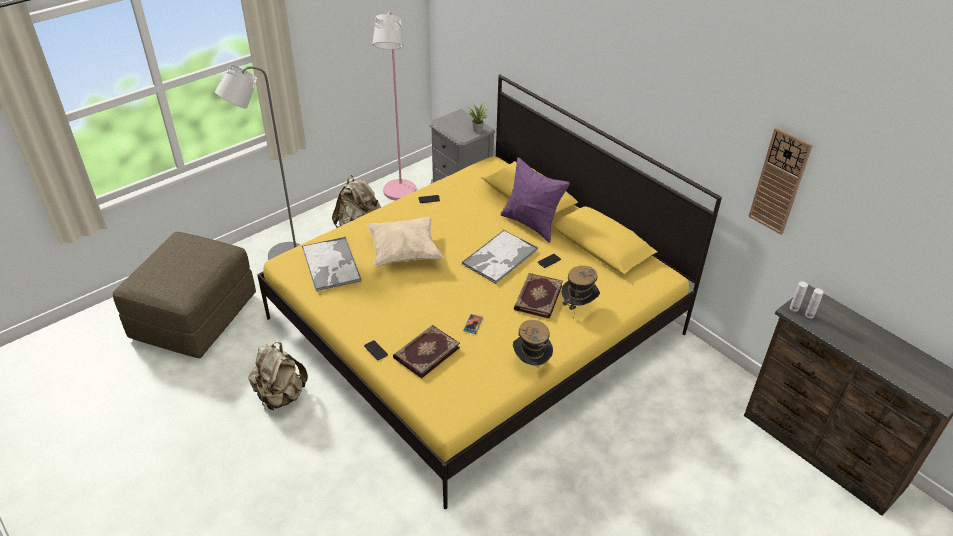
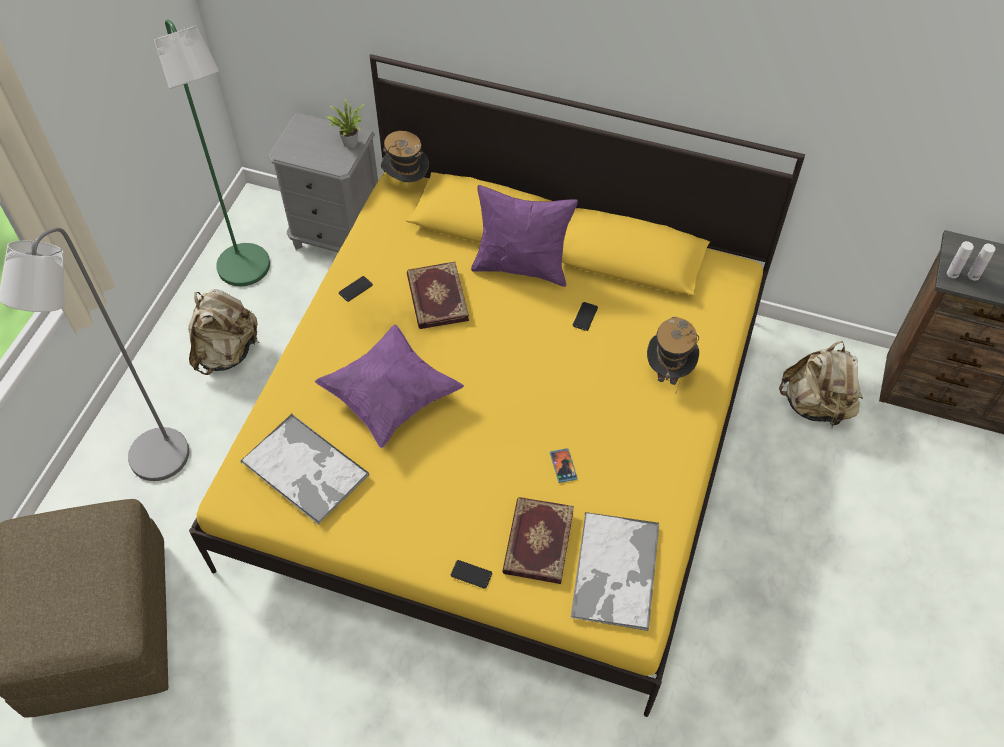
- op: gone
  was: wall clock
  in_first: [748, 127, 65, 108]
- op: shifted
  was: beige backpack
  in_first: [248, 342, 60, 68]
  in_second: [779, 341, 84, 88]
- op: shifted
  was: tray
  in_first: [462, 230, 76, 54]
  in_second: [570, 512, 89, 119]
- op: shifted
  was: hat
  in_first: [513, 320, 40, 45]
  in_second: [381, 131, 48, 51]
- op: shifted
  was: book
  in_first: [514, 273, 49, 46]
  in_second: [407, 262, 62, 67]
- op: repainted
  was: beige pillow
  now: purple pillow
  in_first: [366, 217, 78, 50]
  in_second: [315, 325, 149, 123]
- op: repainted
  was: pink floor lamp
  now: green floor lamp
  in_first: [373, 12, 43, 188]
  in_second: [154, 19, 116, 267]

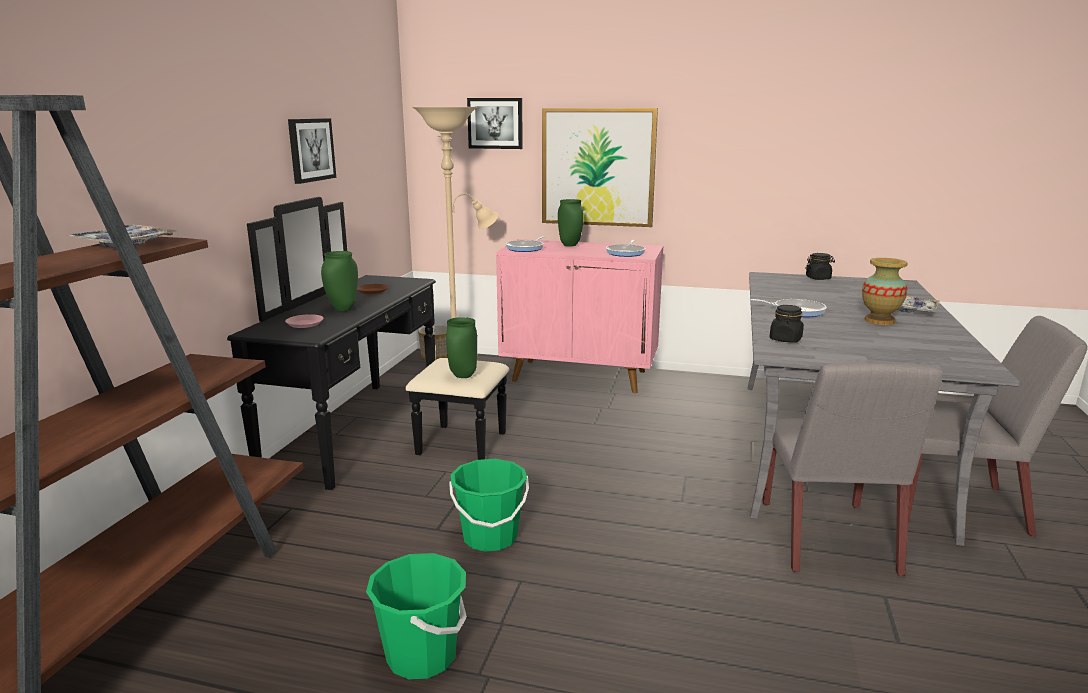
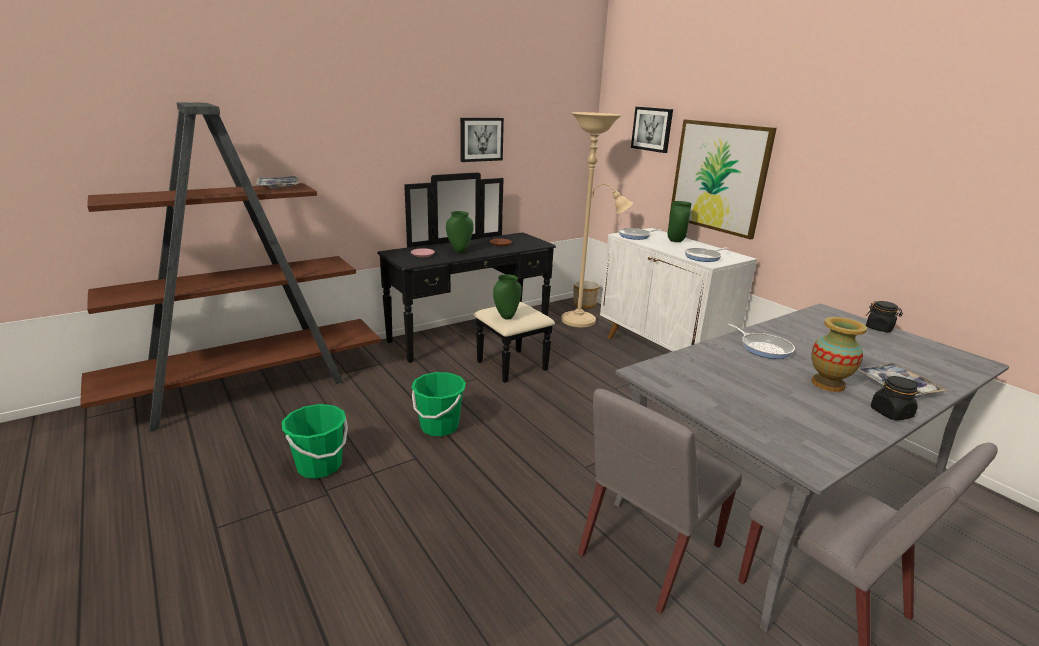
- op: shifted
  was: black jar
  in_first: [770, 305, 34, 38]
  in_second: [871, 376, 47, 45]
- op: repainted
  was: pink cabinet
  now: white cabinet
  in_first: [496, 239, 167, 154]
  in_second: [600, 228, 157, 124]

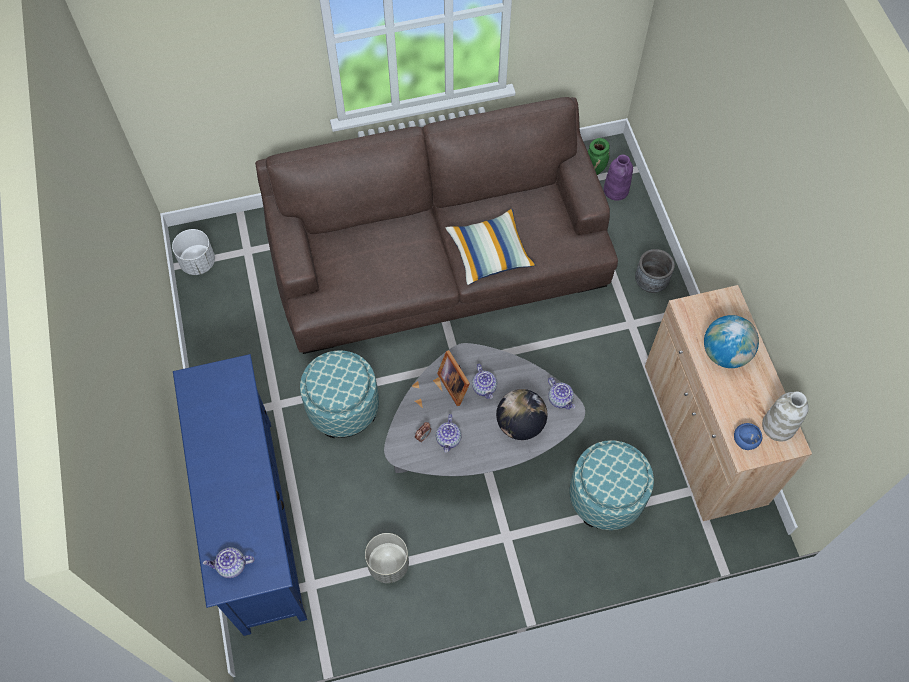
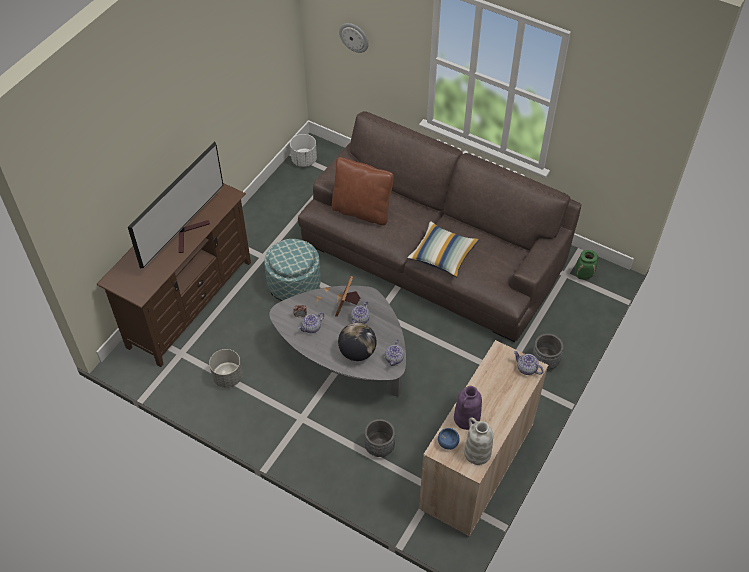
- op: gone
  was: globe
  in_first: [704, 315, 55, 53]
- op: new
  now: television
  in_second: [128, 141, 96, 127]
- op: new
  now: brown pillow
  in_second: [332, 157, 62, 68]
- op: new
  now: wall clock
  in_second: [339, 23, 30, 30]
- op: shifted
  was: teapot
  in_first: [203, 547, 52, 31]
  in_second: [514, 351, 30, 24]
- op: shifted
  was: purple vase
  in_first: [604, 155, 29, 46]
  in_second: [454, 386, 28, 44]
- op: swapped
  was: ottoman
  now: grey planter
  in_first: [570, 440, 84, 90]
  in_second: [364, 419, 31, 38]
- op: repainted
  was: blue tv stand
  now: brown tv stand
  in_first: [173, 354, 134, 282]
  in_second: [96, 183, 155, 184]

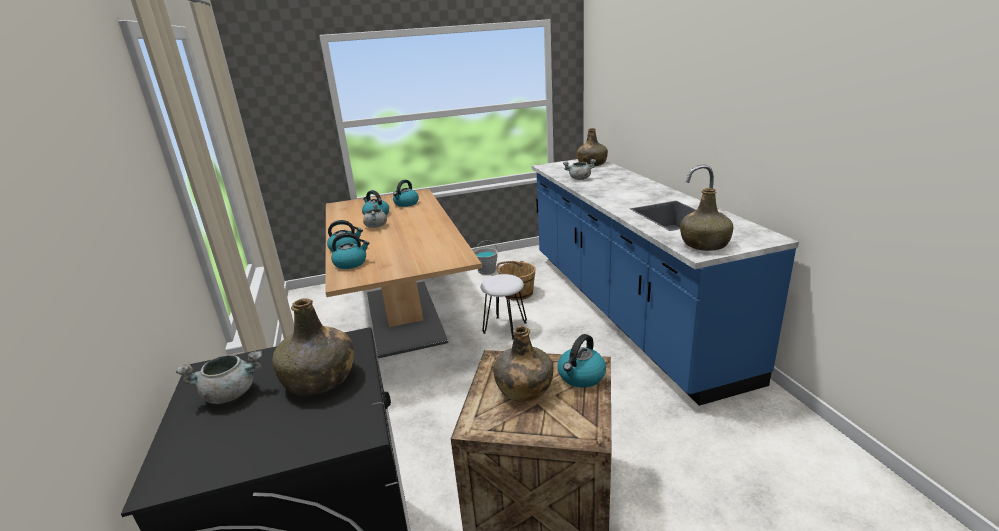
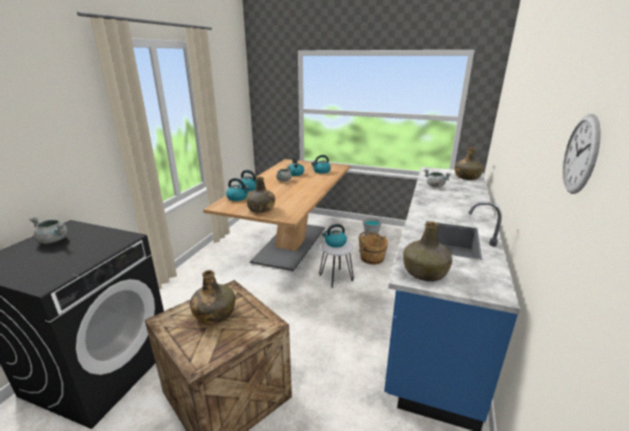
- op: new
  now: wall clock
  in_second: [563, 114, 38, 80]
- op: shifted
  was: green bottle
  in_first: [272, 298, 82, 98]
  in_second: [246, 177, 29, 36]
- op: shifted
  was: kettle
  in_first: [557, 334, 49, 54]
  in_second: [322, 224, 25, 24]

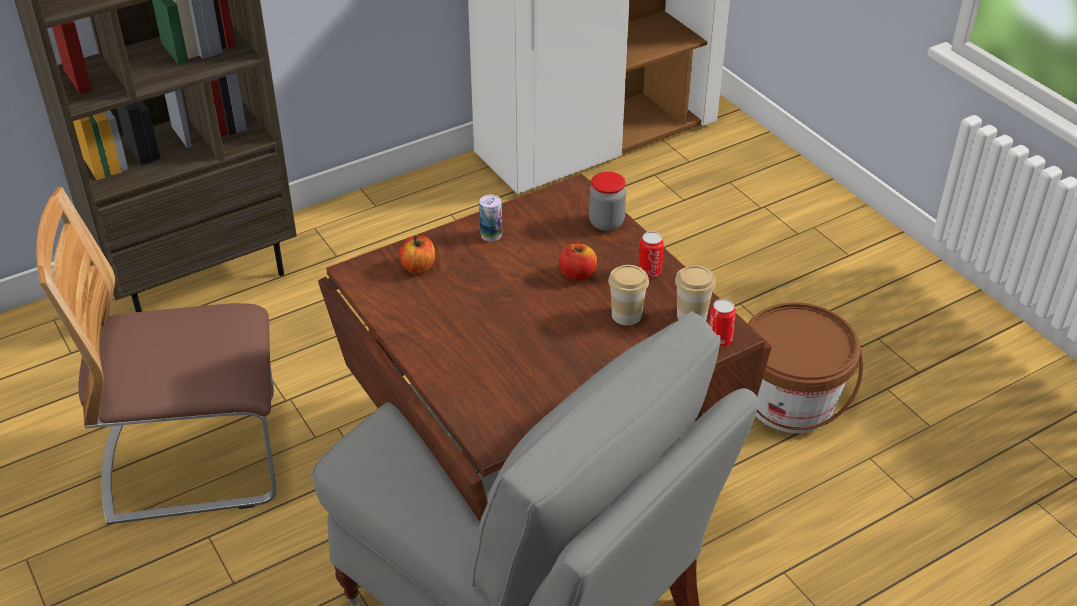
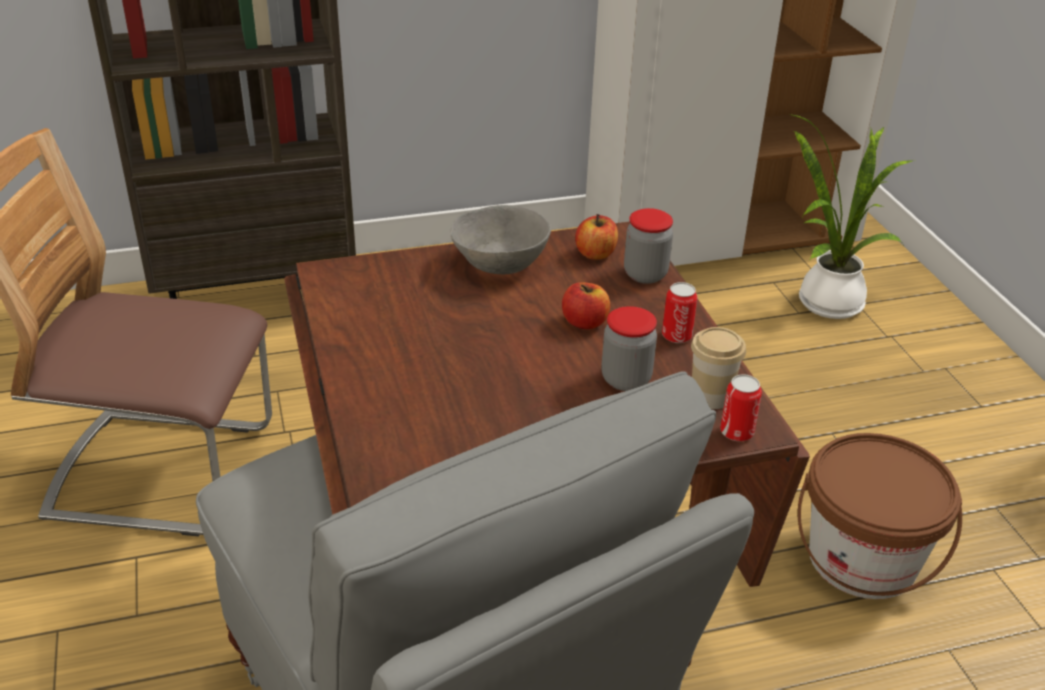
- op: new
  now: potted plant
  in_second: [790, 114, 124, 205]
- op: shifted
  was: apple
  in_first: [399, 235, 36, 38]
  in_second: [575, 214, 43, 46]
- op: swapped
  was: can
  now: grey bowl
  in_first: [479, 195, 23, 46]
  in_second: [451, 205, 100, 69]
- op: swapped
  was: cup
  now: jar
  in_first: [608, 265, 41, 61]
  in_second: [601, 306, 56, 85]

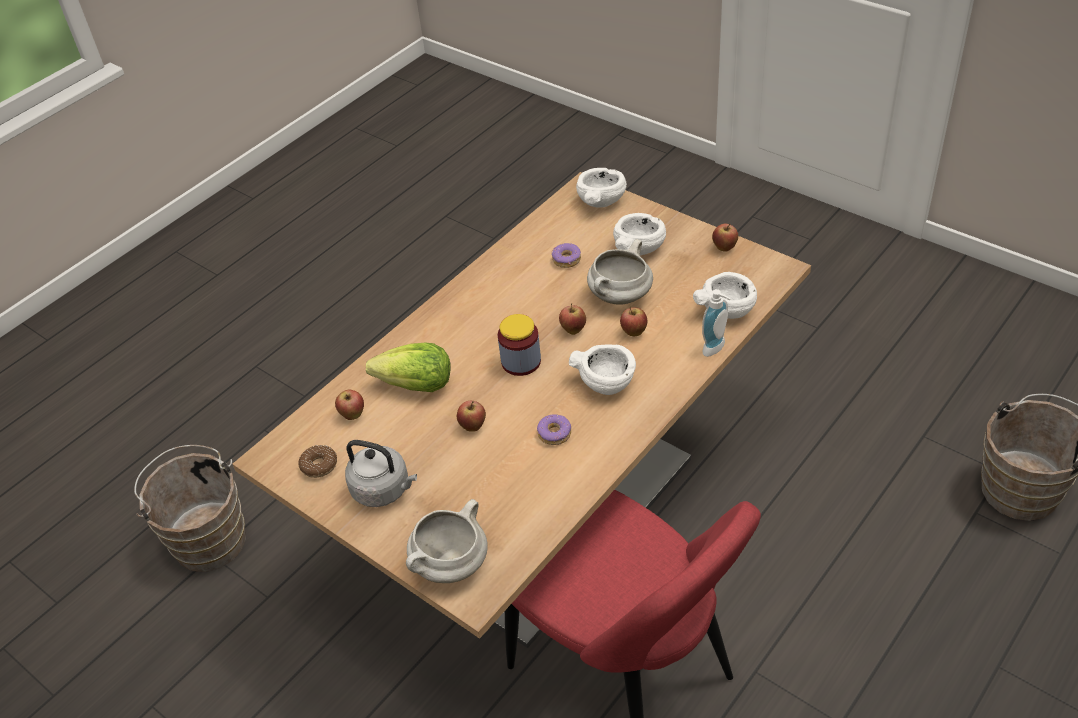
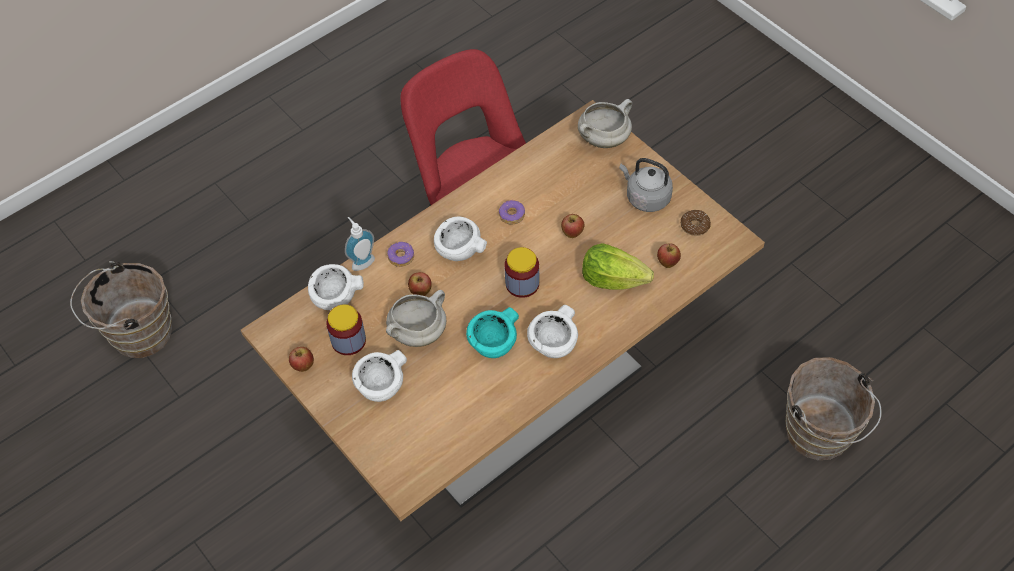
- op: gone
  was: apple
  in_first: [559, 303, 27, 32]
- op: new
  now: jar
  in_second: [326, 304, 40, 51]
- op: new
  now: turquoise bowl
  in_second: [466, 307, 53, 51]
- op: shifted
  was: donut
  in_first: [552, 243, 29, 25]
  in_second: [387, 242, 27, 25]
- op: shifted
  was: white bowl
  in_first: [576, 168, 51, 40]
  in_second: [527, 305, 51, 53]

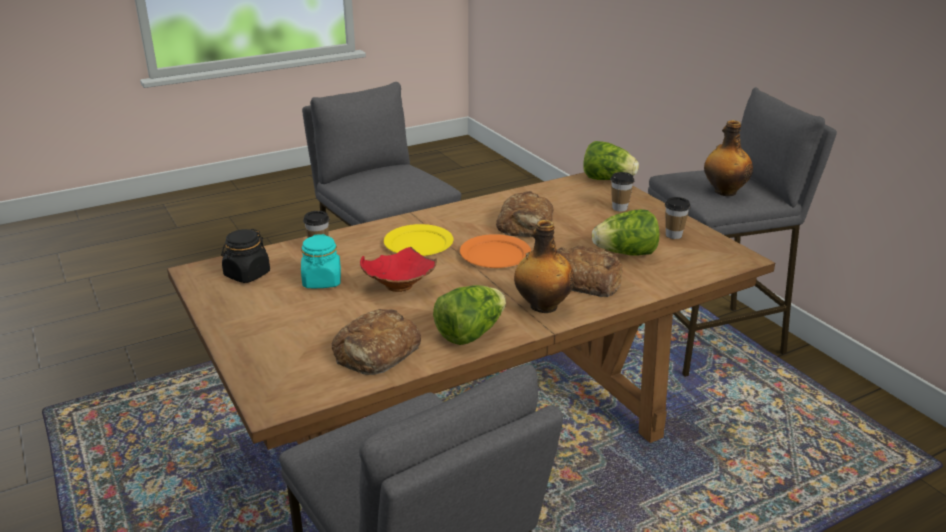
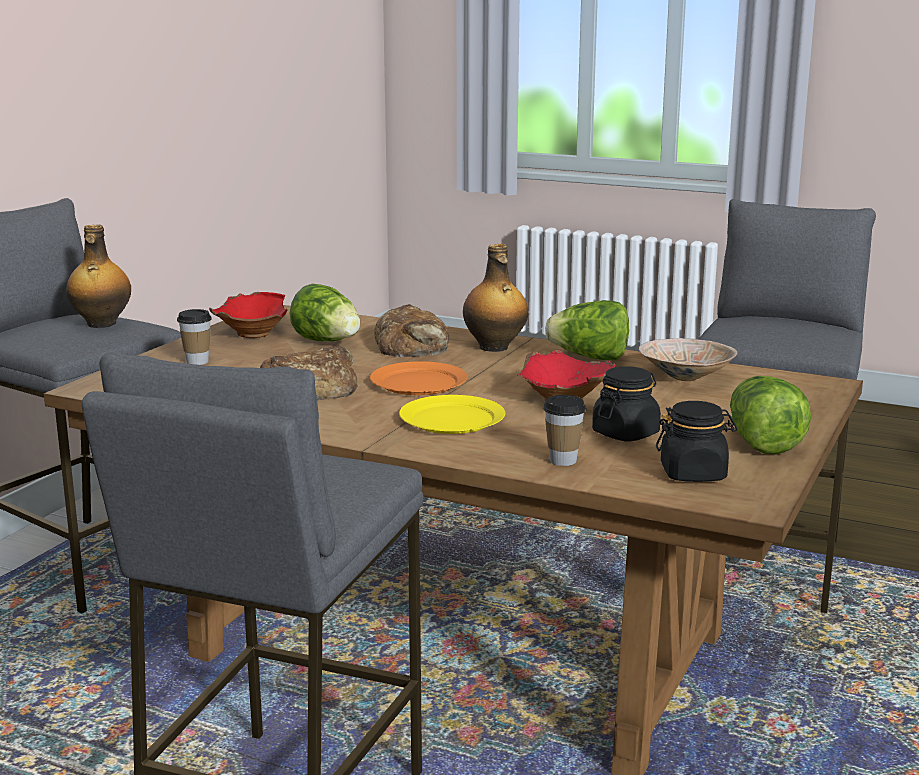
- op: shifted
  was: lettuce
  in_first: [583, 141, 56, 39]
  in_second: [730, 376, 81, 78]
- op: swapped
  was: bread
  now: beige bowl
  in_first: [332, 309, 89, 66]
  in_second: [639, 338, 98, 43]
- op: swapped
  was: cup
  now: red bowl
  in_first: [665, 197, 26, 42]
  in_second: [209, 292, 79, 46]
- op: repainted
  was: turquoise jar
  now: black jar
  in_first: [301, 234, 40, 54]
  in_second: [592, 366, 69, 76]

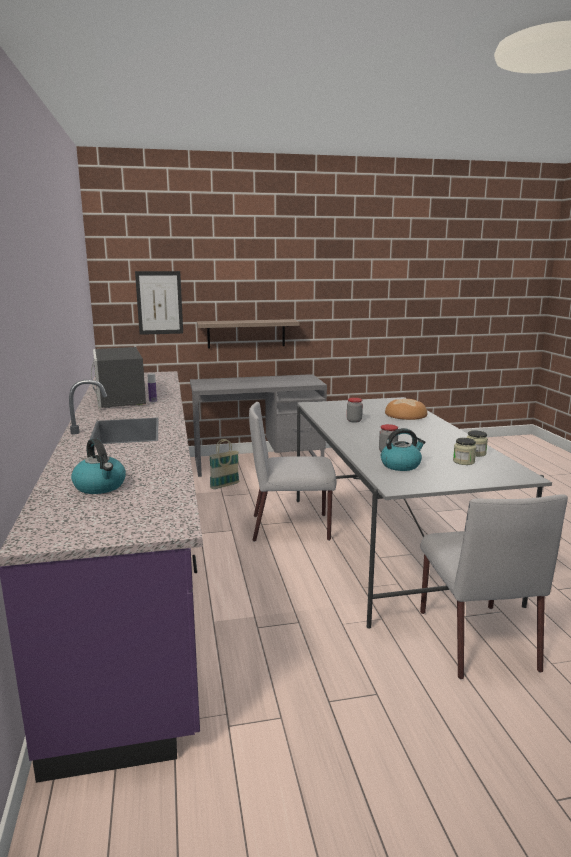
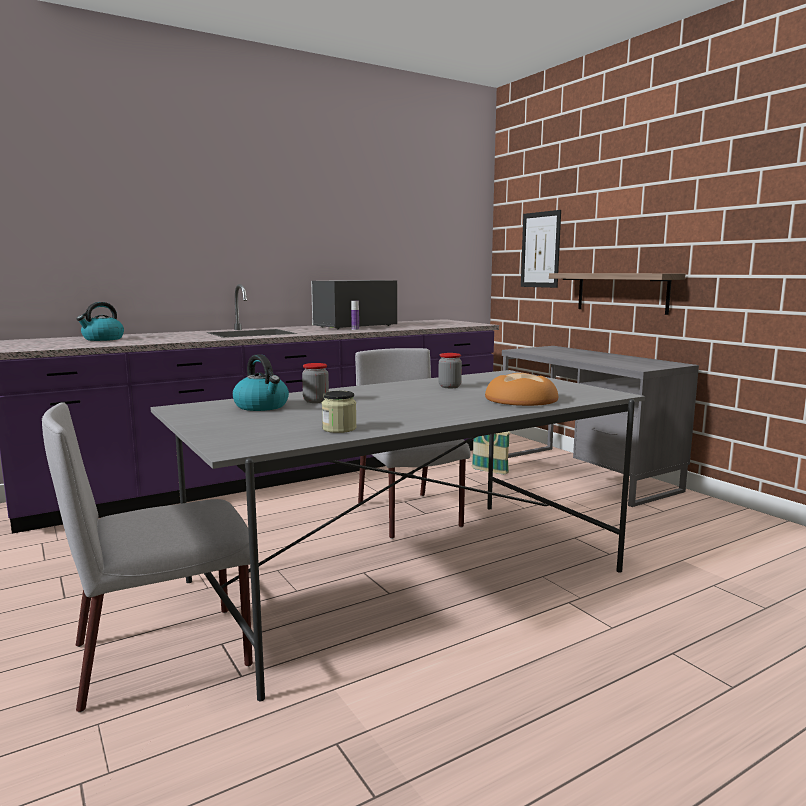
- op: gone
  was: jar
  in_first: [453, 438, 24, 27]

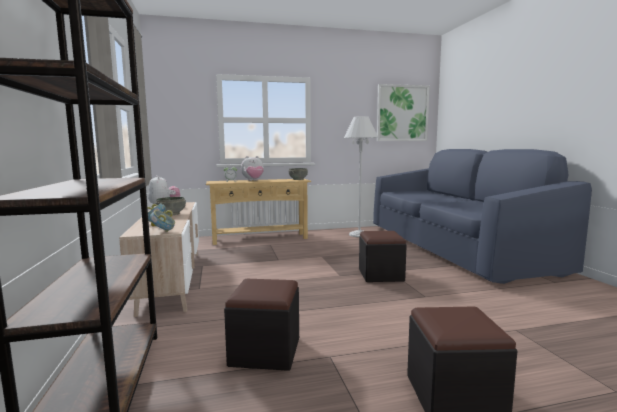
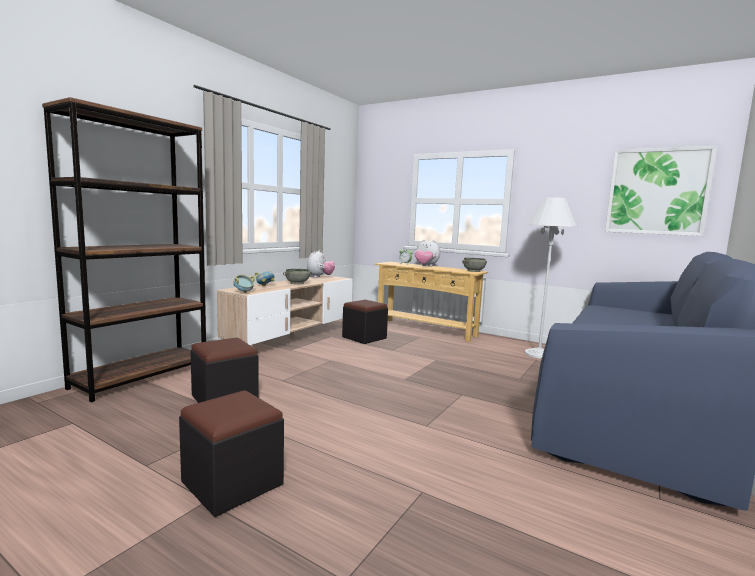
- op: shifted
  was: black ottoman
  in_first: [359, 231, 48, 51]
  in_second: [342, 300, 46, 44]

